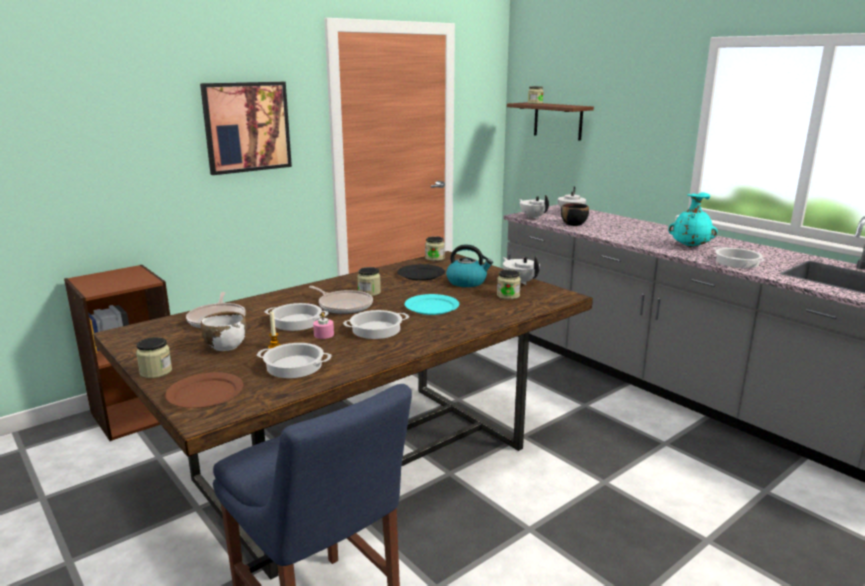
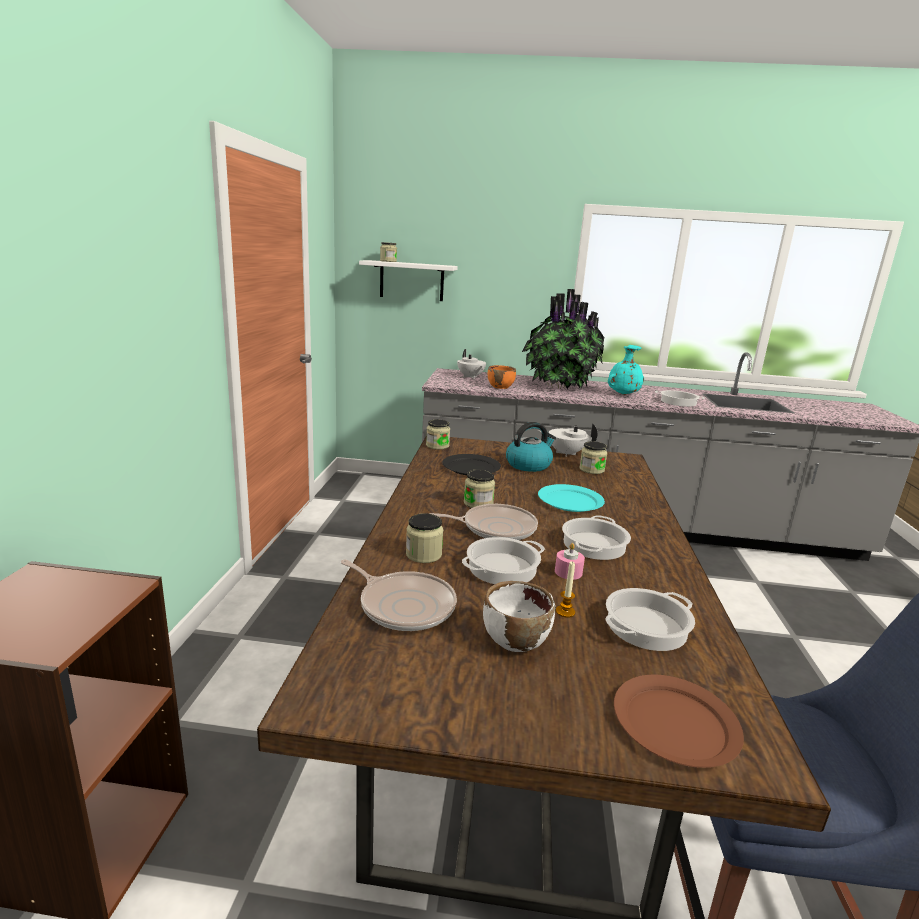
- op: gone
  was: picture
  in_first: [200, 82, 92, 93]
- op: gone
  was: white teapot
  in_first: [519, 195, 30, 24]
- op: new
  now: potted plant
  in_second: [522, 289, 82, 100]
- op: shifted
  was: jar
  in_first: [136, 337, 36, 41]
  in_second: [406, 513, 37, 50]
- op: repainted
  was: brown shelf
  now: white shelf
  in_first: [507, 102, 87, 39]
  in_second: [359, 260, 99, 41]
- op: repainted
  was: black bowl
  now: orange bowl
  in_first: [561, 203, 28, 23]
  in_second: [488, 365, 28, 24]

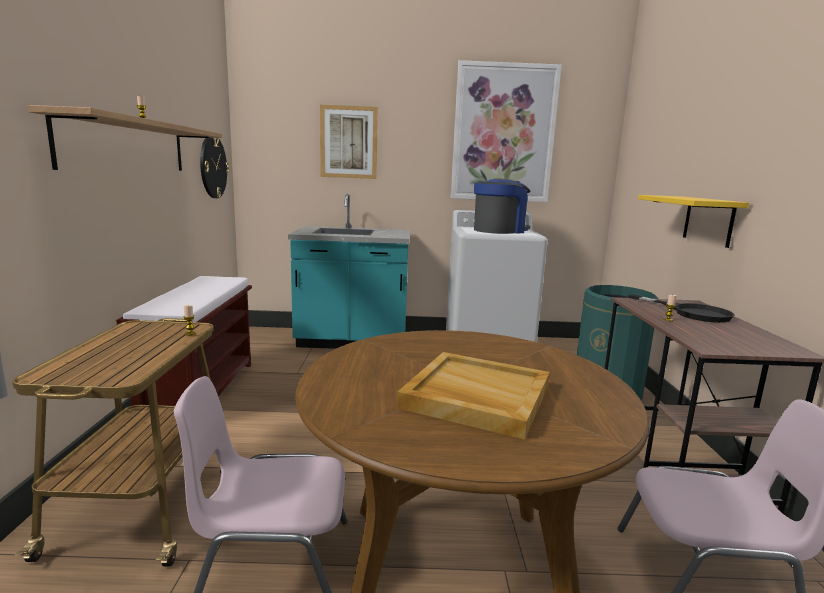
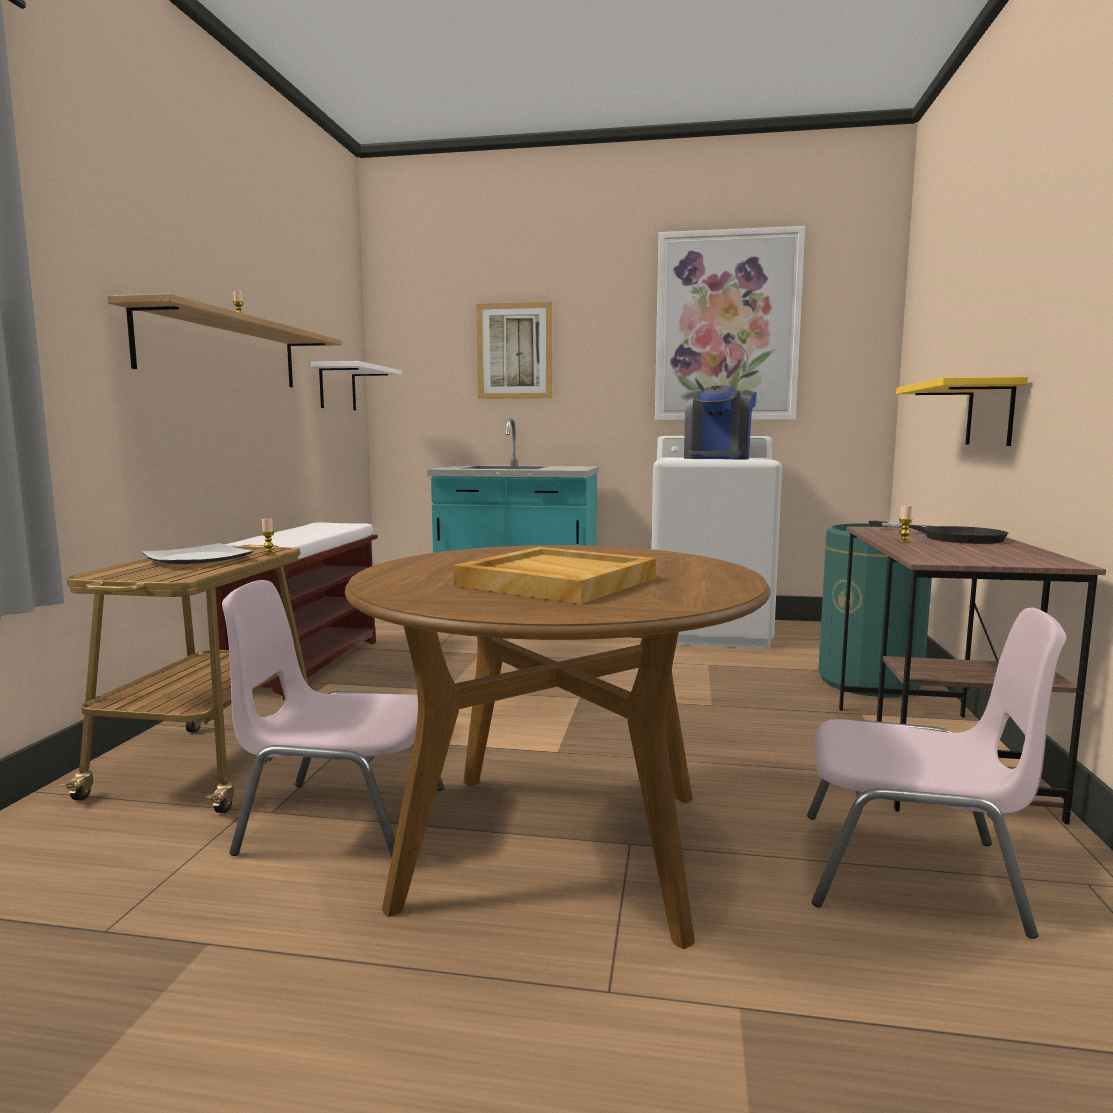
- op: new
  now: plate
  in_second: [142, 543, 112, 21]
- op: swapped
  was: wall clock
  now: white shelf
  in_first: [200, 138, 29, 60]
  in_second: [311, 361, 91, 49]
- op: rotated
  was: coffee machine
  in_first: [474, 178, 56, 56]
  in_second: [684, 385, 73, 75]
  clockwise: 135

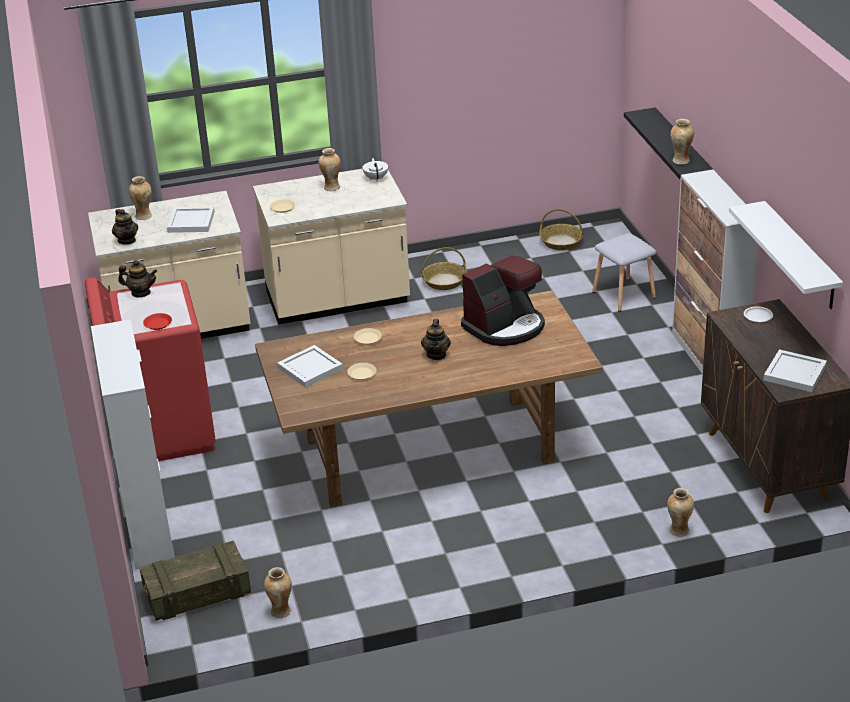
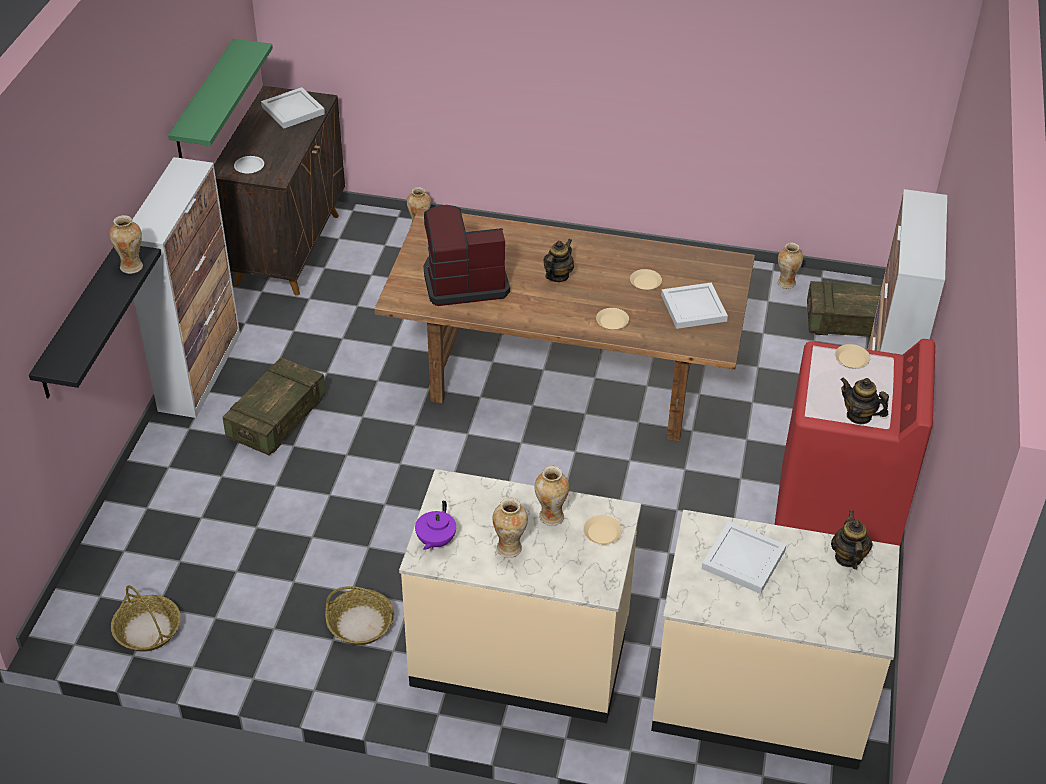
- op: gone
  was: grey stool
  in_first: [592, 233, 64, 79]
- op: new
  now: crate
  in_second: [223, 357, 103, 99]
- op: shifted
  was: vase
  in_first: [129, 176, 23, 44]
  in_second: [535, 466, 34, 60]
- op: repainted
  was: red plate
  now: beige plate
  in_first: [143, 313, 29, 17]
  in_second: [835, 344, 35, 24]
- op: repainted
  was: white teapot
  now: purple teapot
  in_first: [363, 158, 25, 23]
  in_second: [415, 500, 41, 50]
- op: repainted
  was: white shelf
  now: green shelf
  in_first: [729, 201, 114, 108]
  in_second: [168, 39, 105, 119]

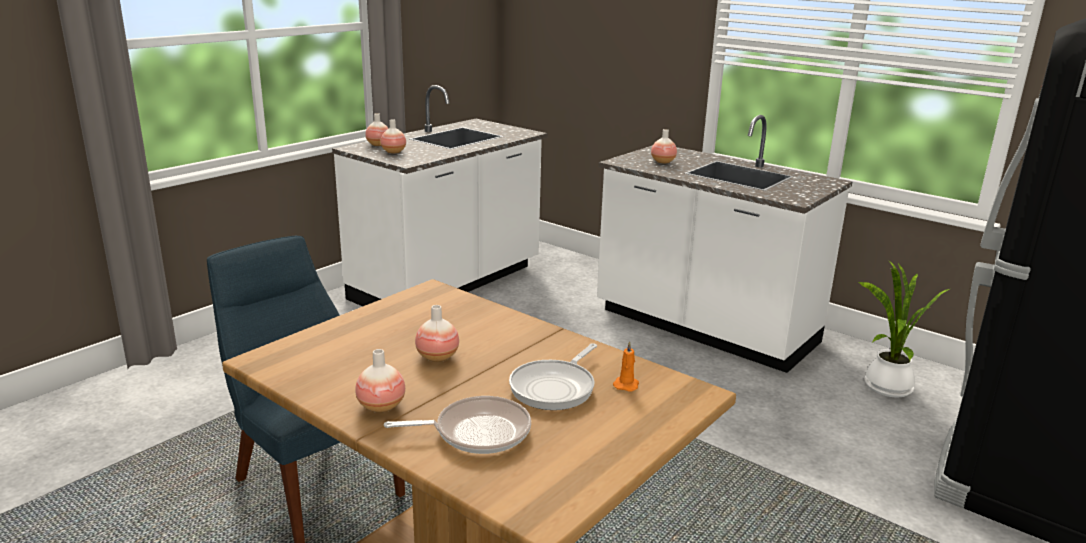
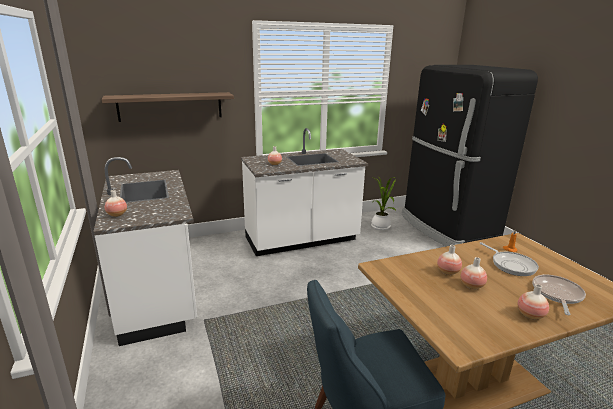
- op: new
  now: shelf
  in_second: [101, 92, 133, 30]
- op: shifted
  was: vase
  in_first: [381, 119, 25, 35]
  in_second: [437, 245, 25, 30]

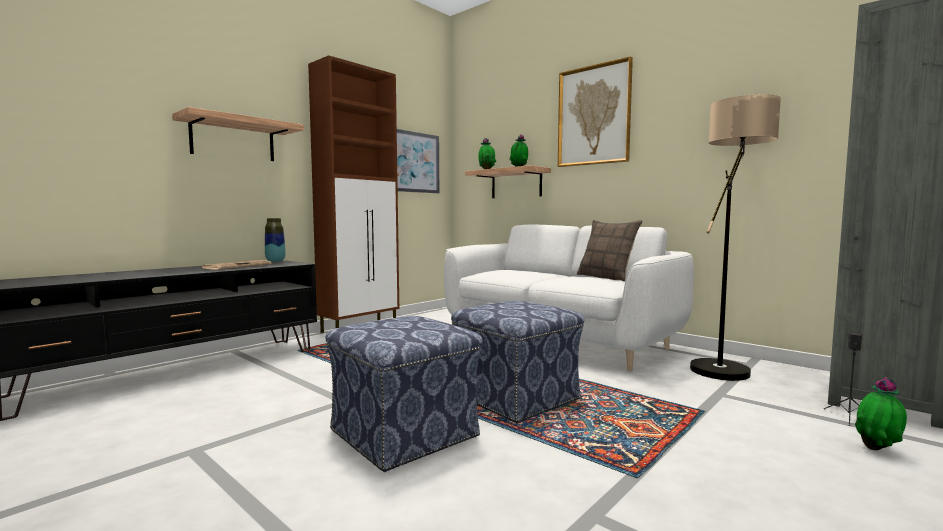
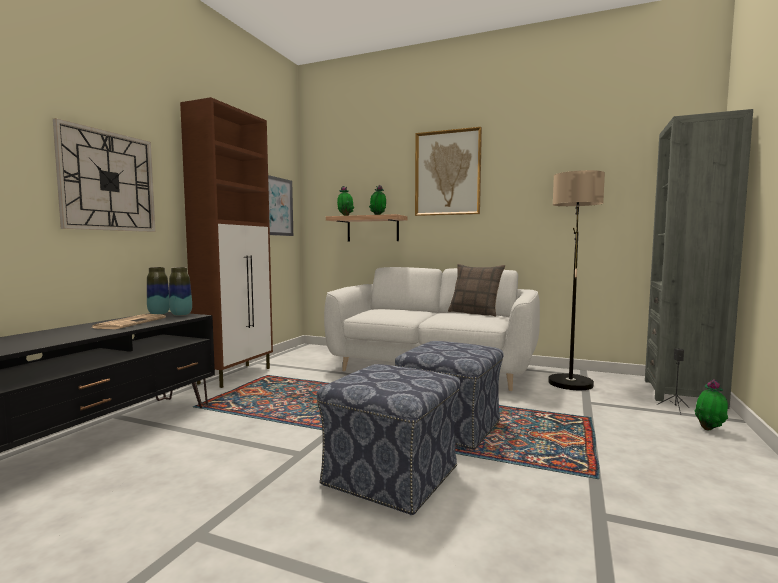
- op: new
  now: vase
  in_second: [169, 267, 23, 49]
- op: swapped
  was: shelf
  now: wall clock
  in_first: [172, 107, 132, 54]
  in_second: [53, 118, 102, 114]

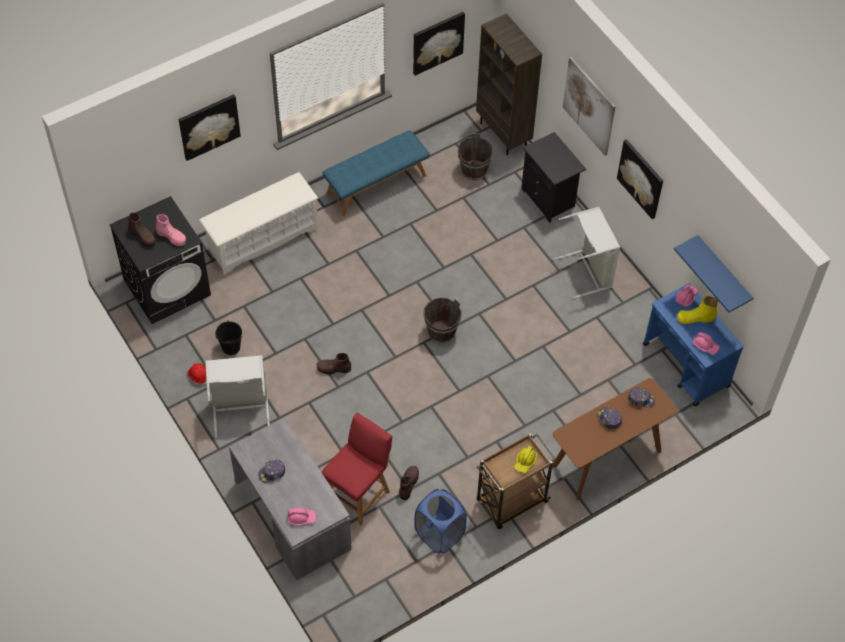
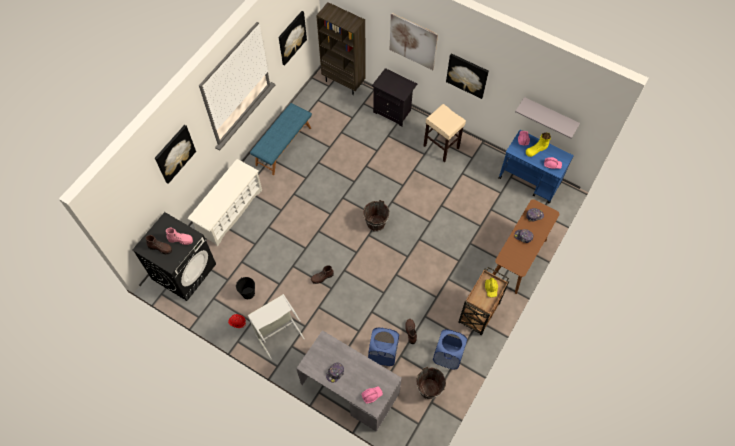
- op: shifted
  was: brown bucket
  in_first: [458, 134, 35, 46]
  in_second: [416, 366, 30, 33]
- op: swapped
  was: red chair
  now: blue laundry basket
  in_first: [321, 413, 71, 112]
  in_second: [368, 327, 31, 39]
- op: swapped
  was: grey laundry basket
  now: beige stool
  in_first: [553, 207, 67, 92]
  in_second: [423, 104, 43, 58]
- op: repainted
  was: blue shelf
  now: grey shelf
  in_first: [674, 235, 79, 77]
  in_second: [515, 97, 65, 41]

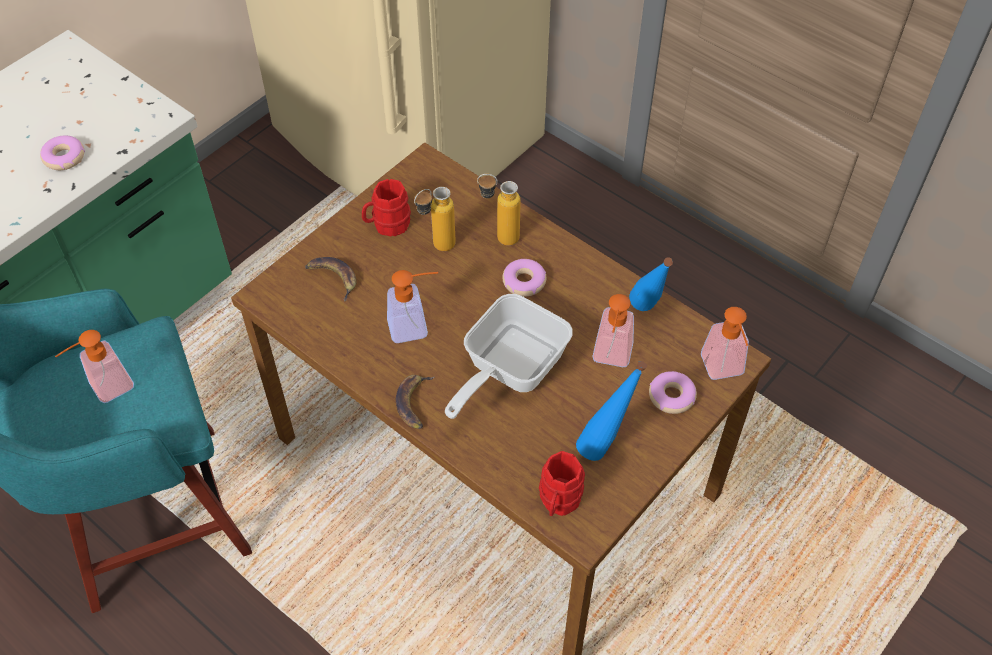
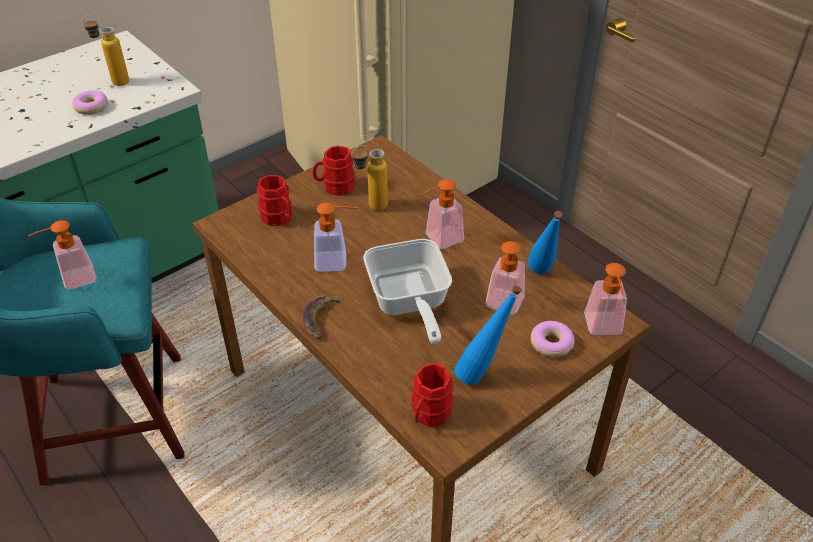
- op: shifted
  was: bottle
  in_first: [477, 174, 44, 72]
  in_second: [83, 16, 46, 70]
- op: swapped
  was: banana
  now: red mug
  in_first: [305, 257, 52, 45]
  in_second: [257, 175, 35, 51]
- op: swapped
  was: donut
  now: soap dispenser
  in_first: [502, 259, 44, 38]
  in_second: [420, 179, 44, 70]
- op: rotated
  was: frying pan
  in_first: [445, 294, 128, 125]
  in_second: [363, 239, 89, 105]
  clockwise: -60

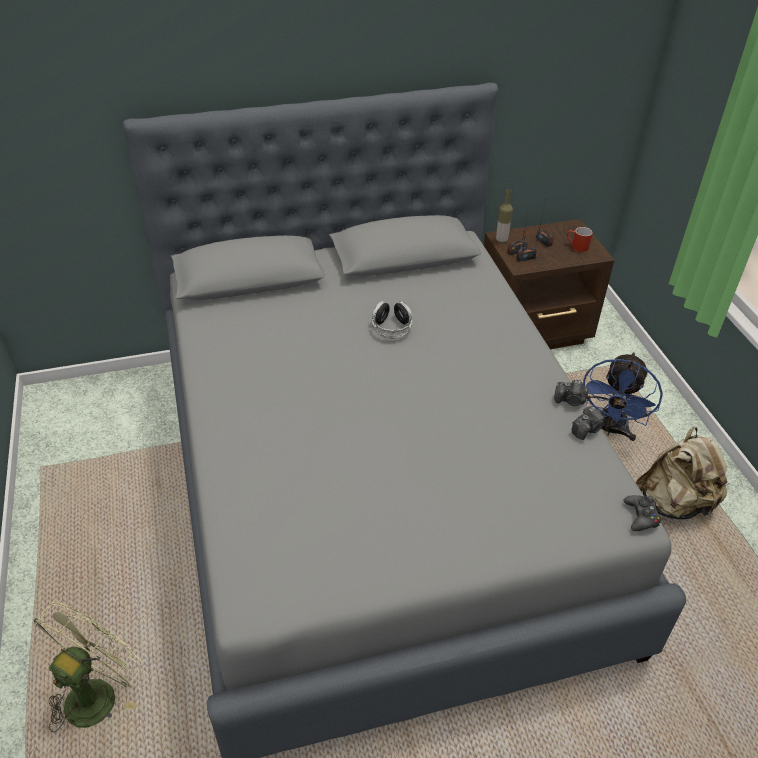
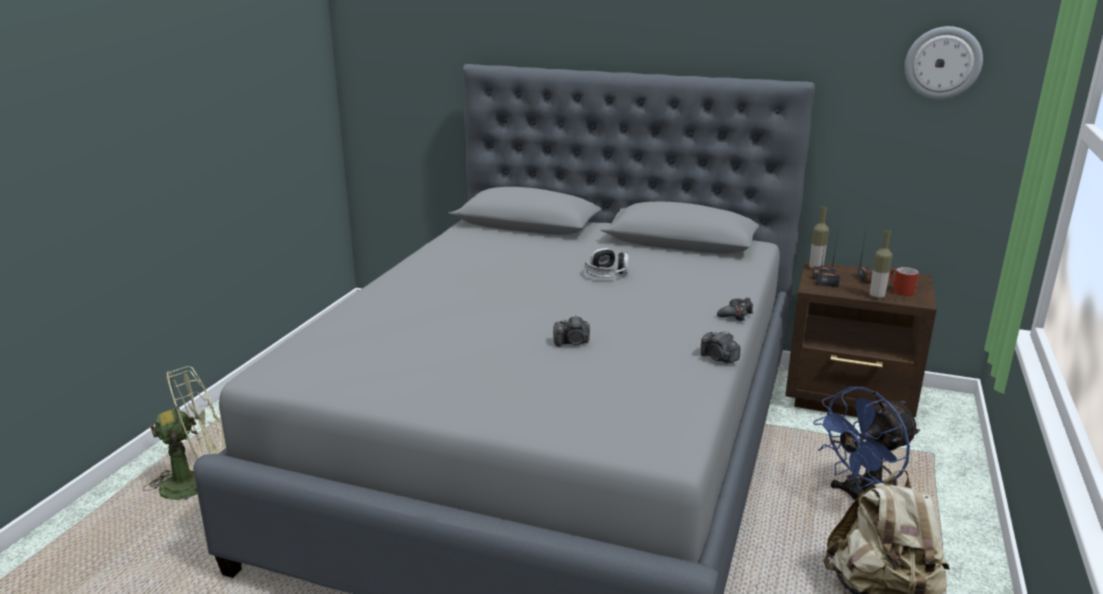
- op: new
  now: bottle
  in_second: [870, 230, 23, 69]
- op: new
  now: wall clock
  in_second: [904, 26, 79, 74]
- op: shifted
  was: photo camera
  in_first: [572, 407, 32, 33]
  in_second: [553, 315, 37, 32]
- op: shifted
  was: black game controller
  in_first: [624, 495, 37, 36]
  in_second: [717, 298, 36, 23]

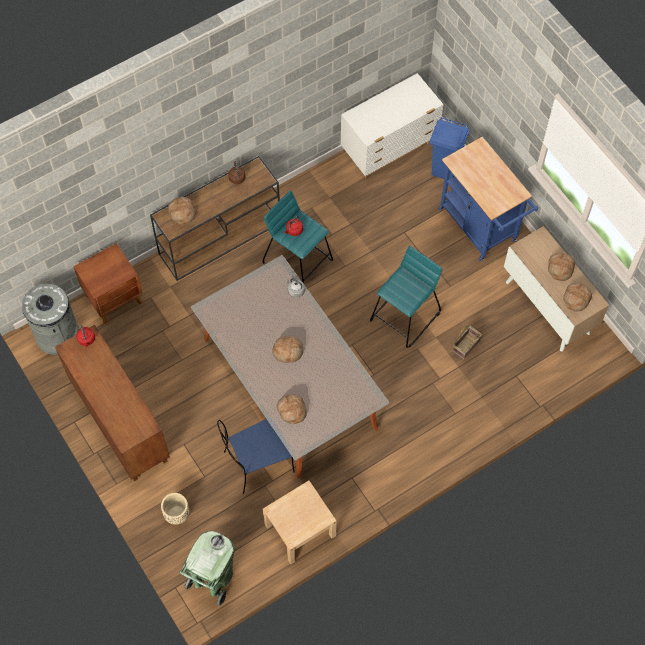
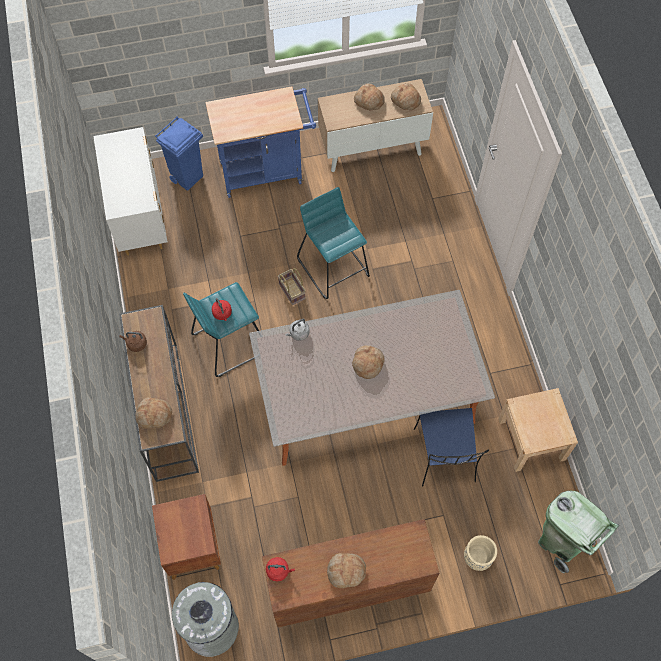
- op: shifted
  was: bread
  in_first: [277, 394, 30, 30]
  in_second: [327, 553, 39, 35]
- op: shifted
  was: basket
  in_first: [453, 325, 29, 34]
  in_second: [278, 268, 28, 37]

